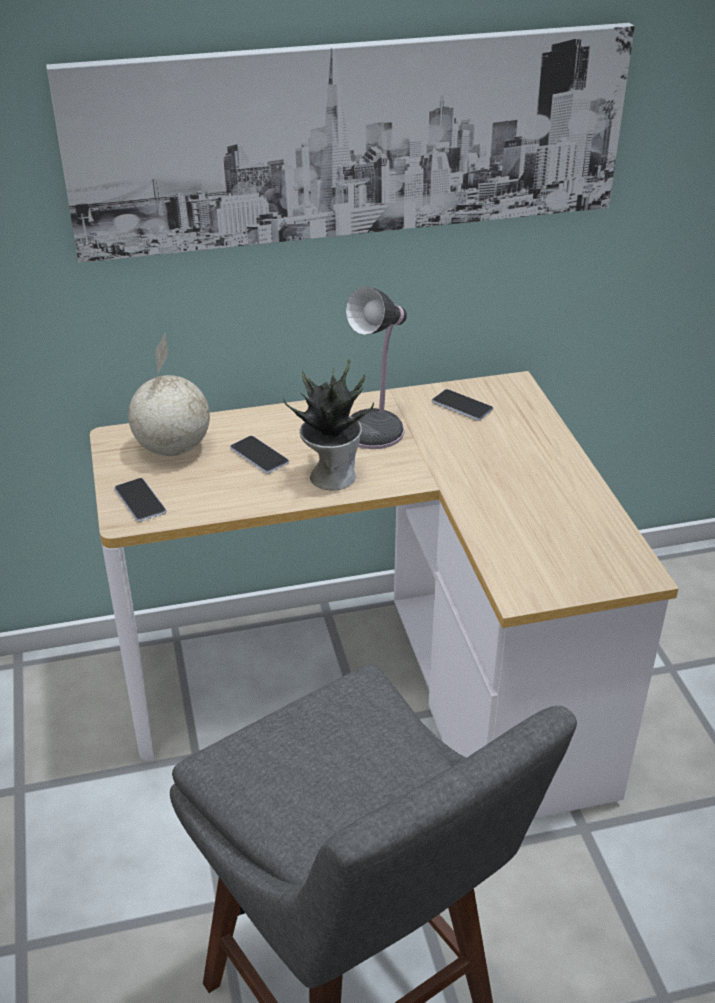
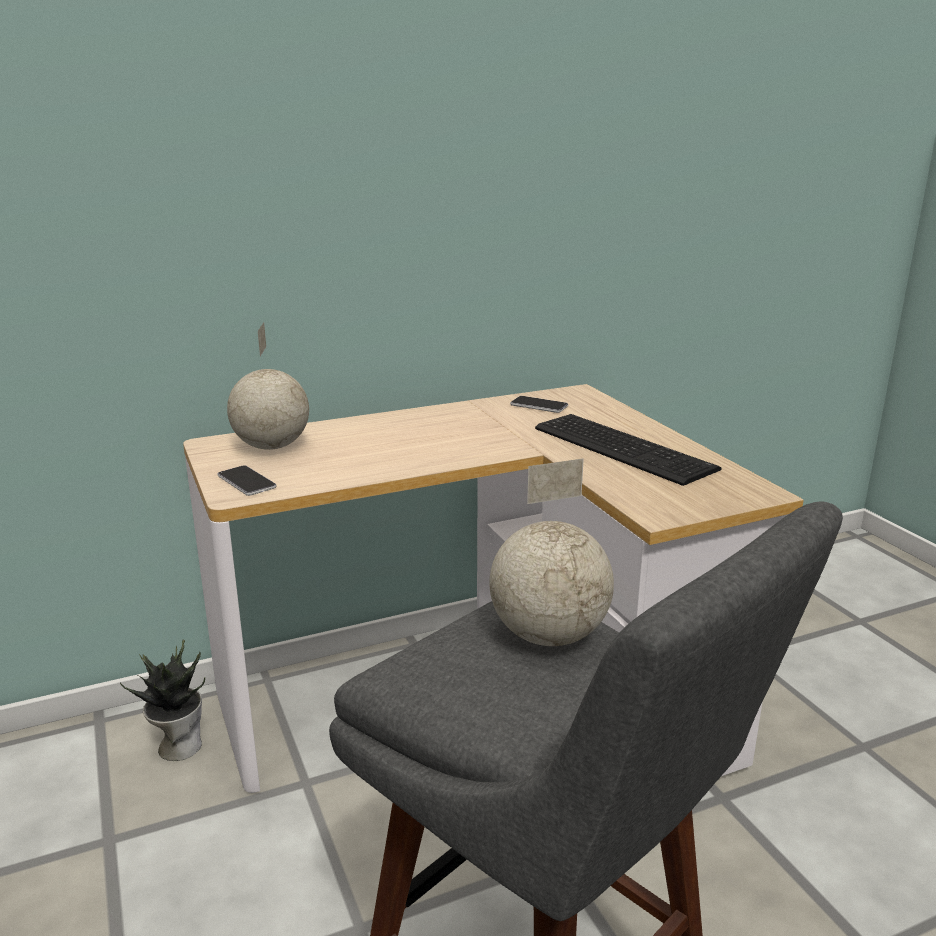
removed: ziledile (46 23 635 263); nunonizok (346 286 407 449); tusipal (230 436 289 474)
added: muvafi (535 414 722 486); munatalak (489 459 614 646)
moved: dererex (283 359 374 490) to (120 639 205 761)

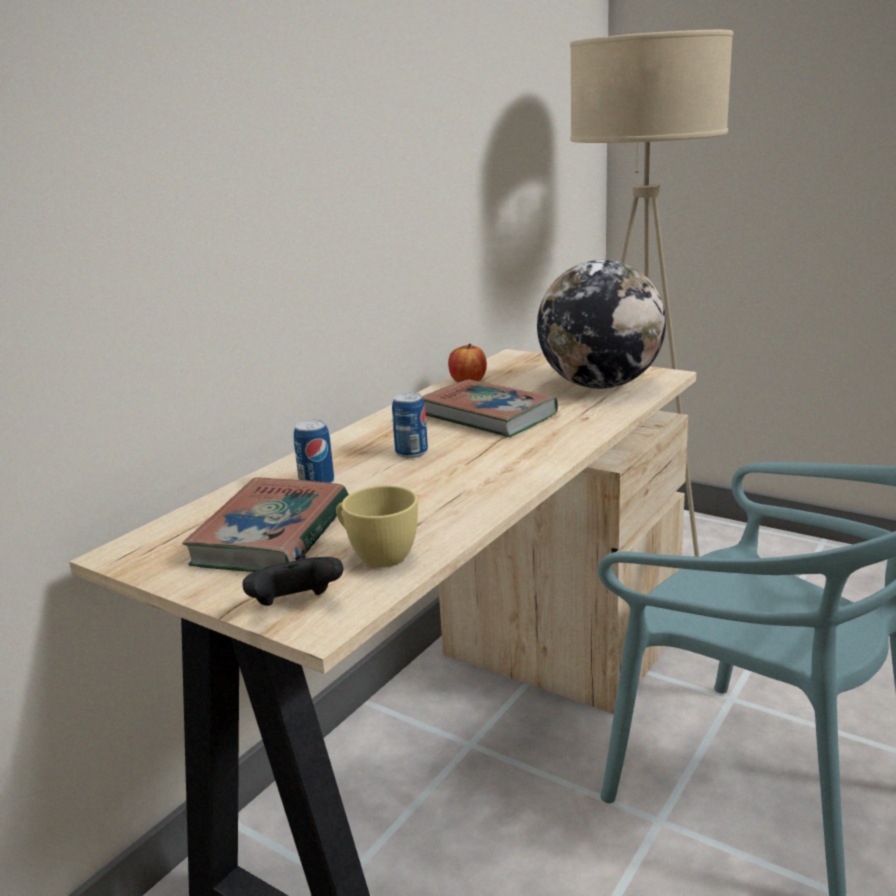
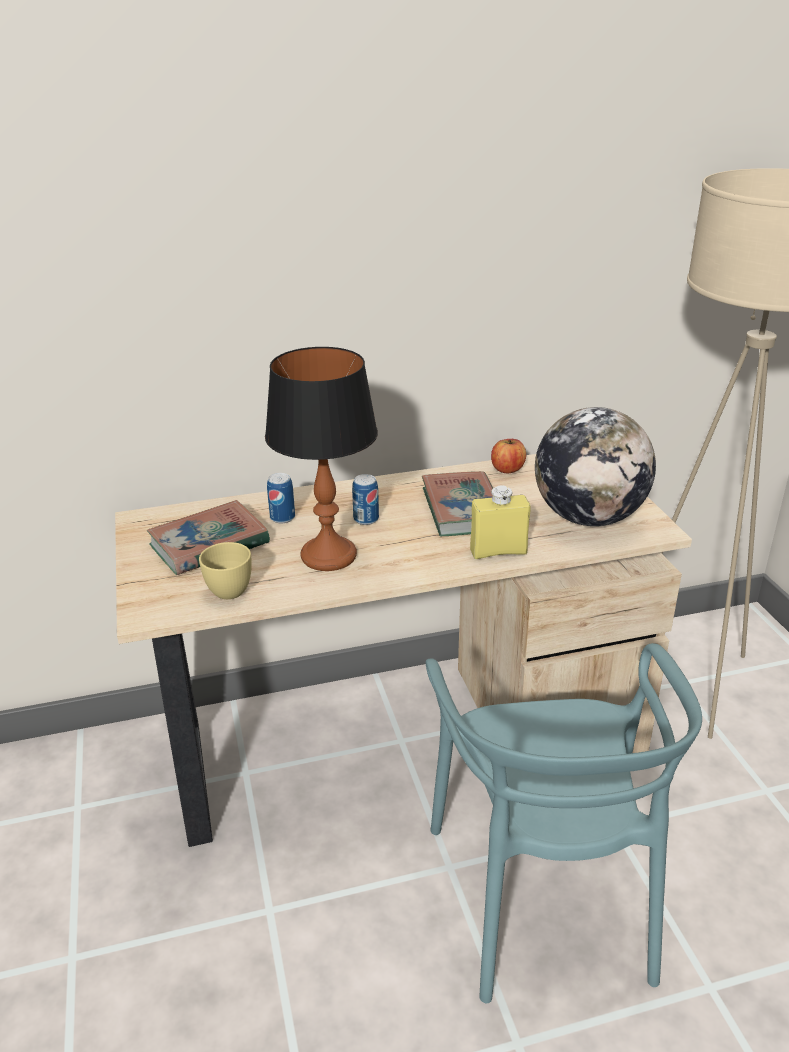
removed: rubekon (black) (242 554 343 606)
added: nunonizok (265 347 378 571); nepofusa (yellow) (470 485 531 559)

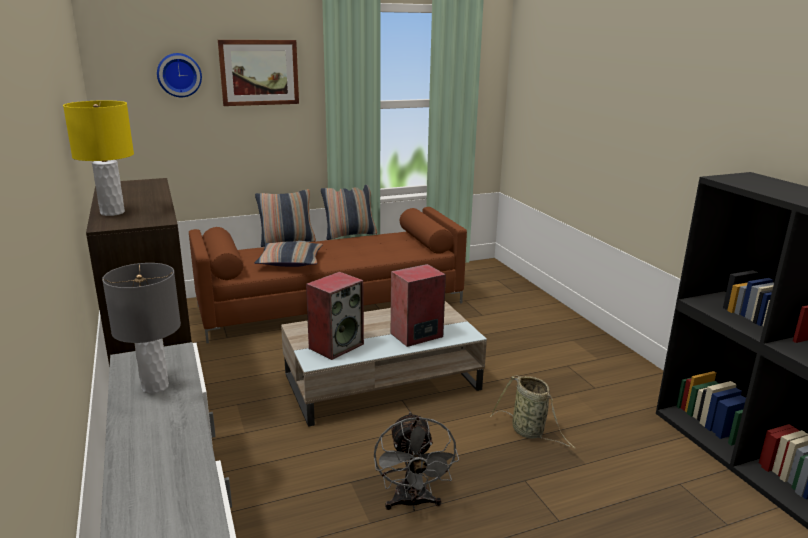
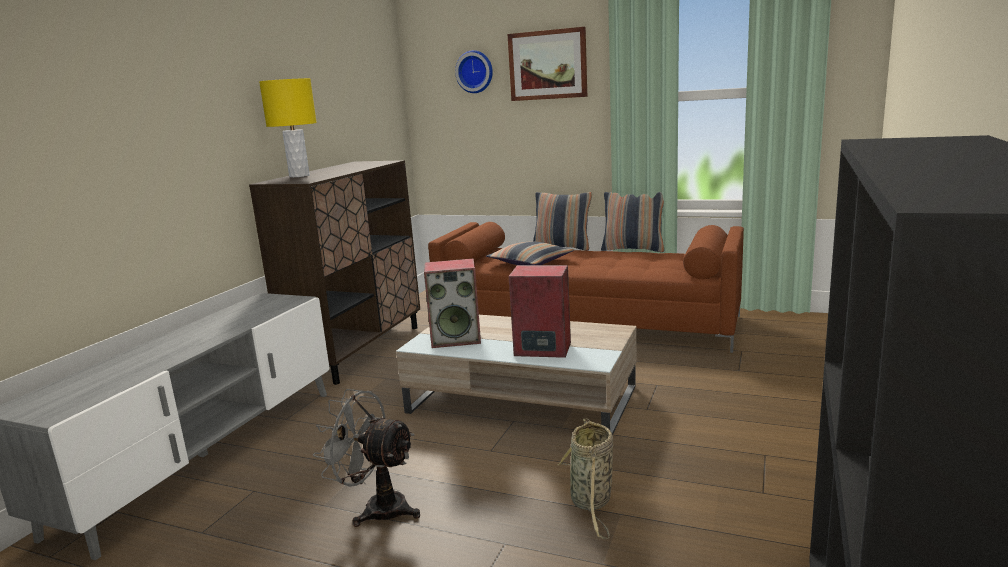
removed: nunonizok (grey) (102 263 181 394)
turned: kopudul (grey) (374 412 459 511) = (313 389 420 527) 75 degrees clockwise

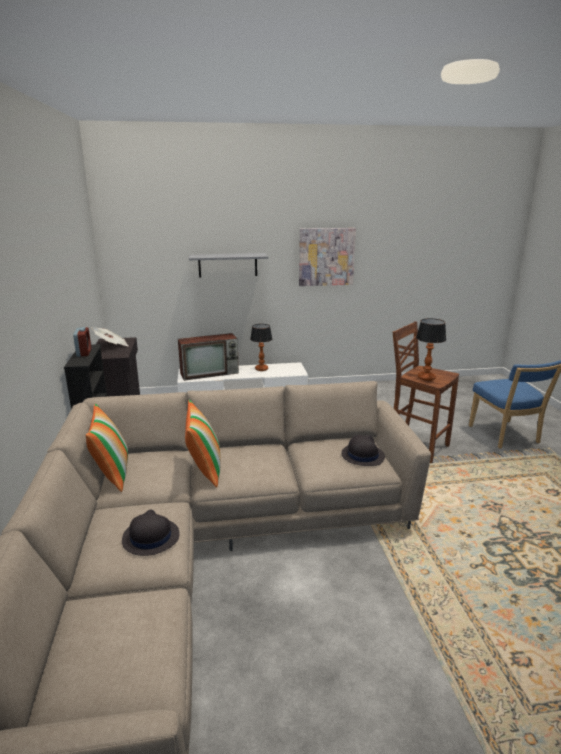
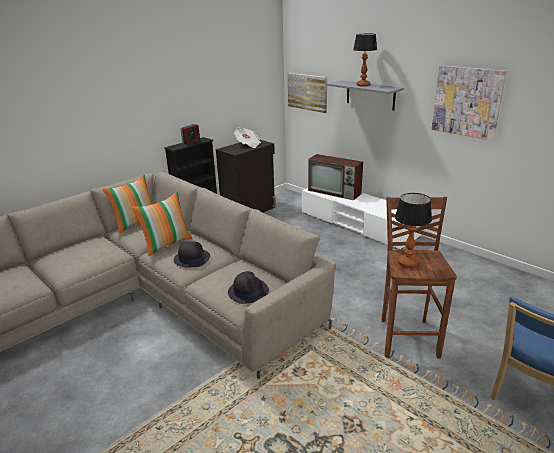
added: ziledile (288 73 327 113)
moved: nunonizok (250 324 272 371) to (353 34 377 86); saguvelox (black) (122 510 179 556) to (174 241 210 267)

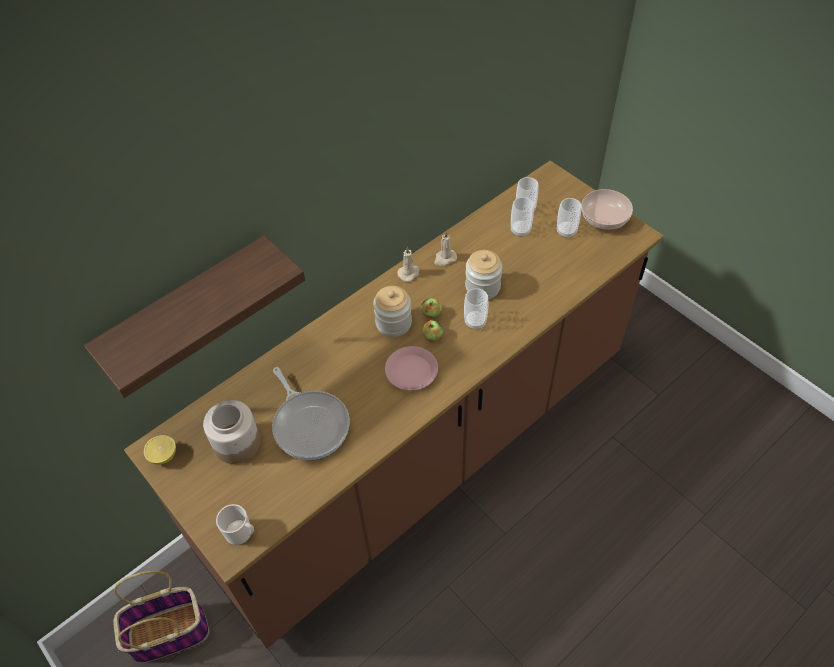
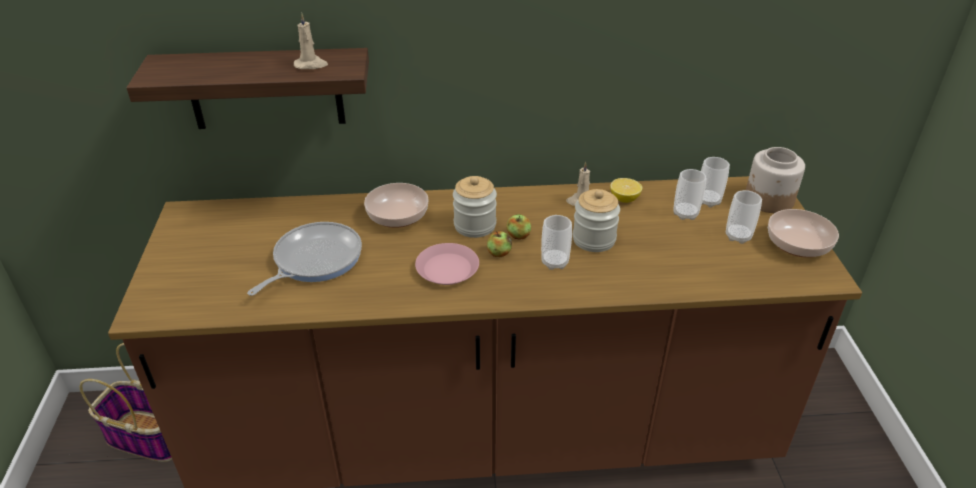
removed: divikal (216 504 254 545)
added: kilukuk (364 183 429 228)
moved: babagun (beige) (398 247 420 282) to (294 13 328 69); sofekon (203 400 261 464) to (746 147 805 213); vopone (144 435 176 465) to (610 178 642 203)
turned: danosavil (272 367 350 460) = (247 222 362 296) 150 degrees counterclockwise

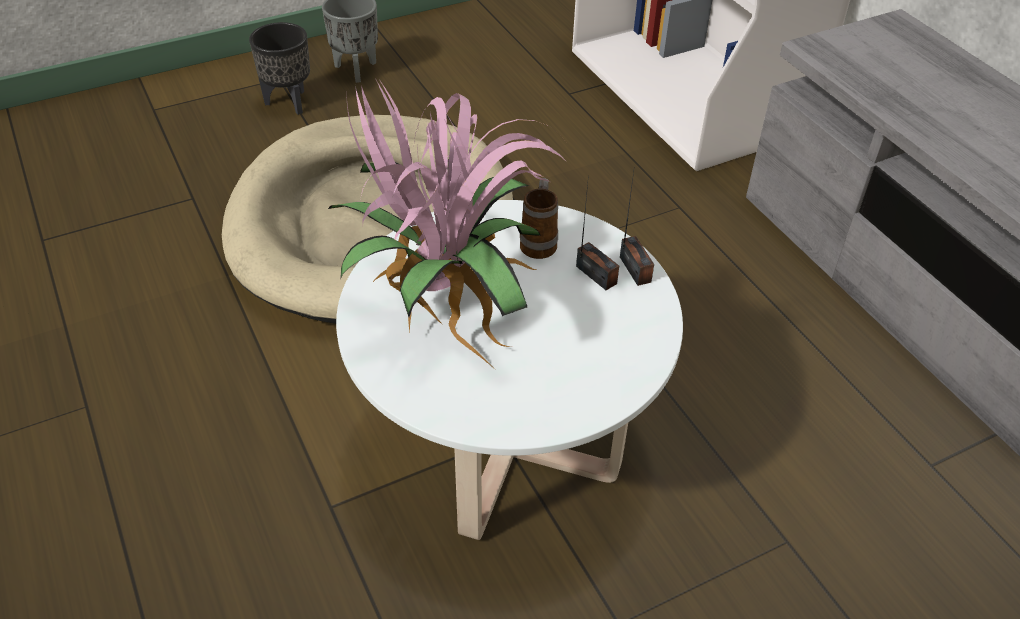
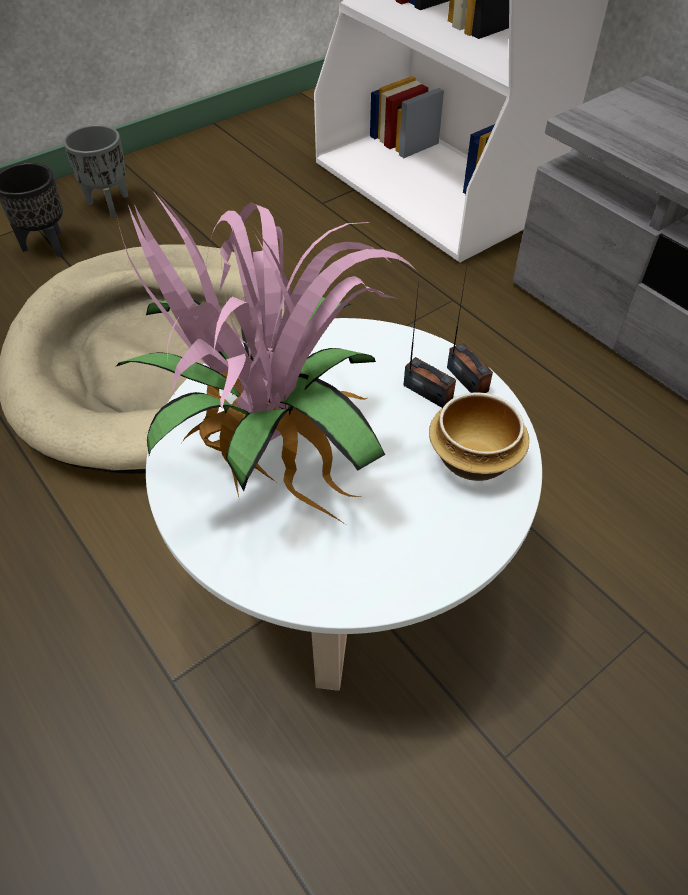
removed: divikal (520 177 558 259)
added: kilukuk (429 392 529 481)

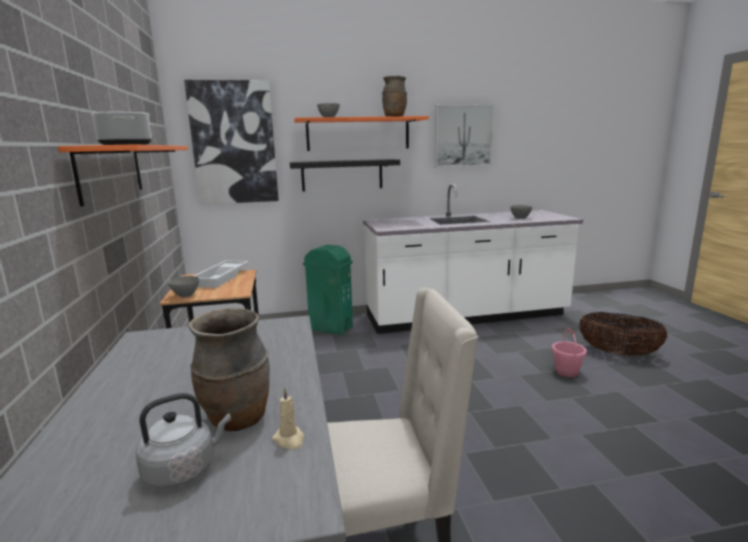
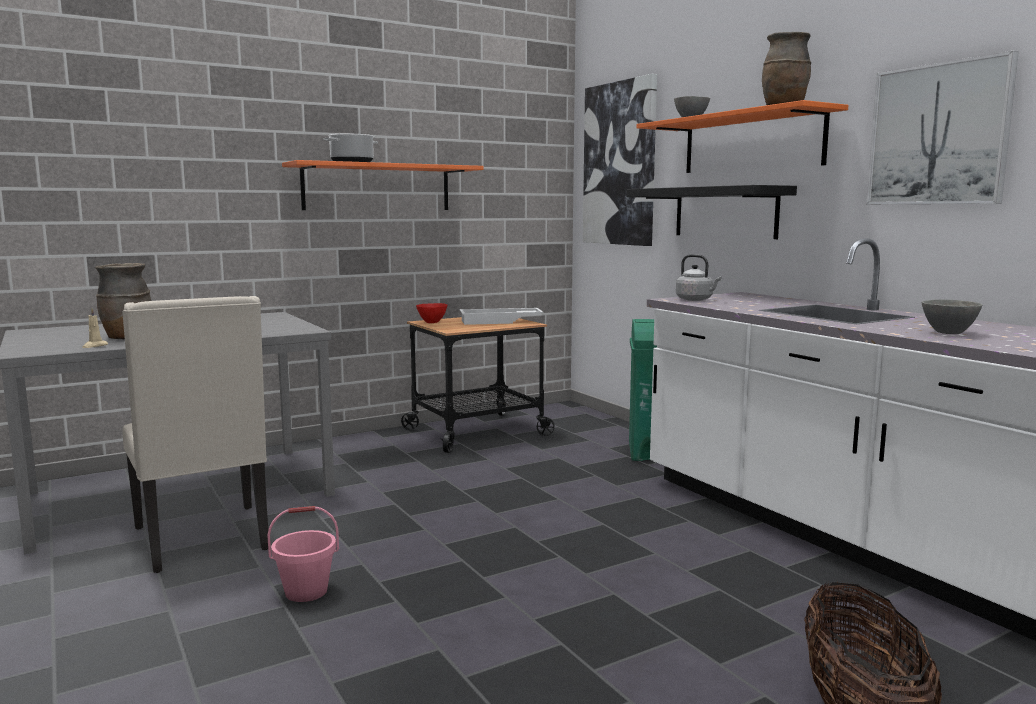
moved: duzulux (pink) (552 328 587 378) to (267 506 339 602); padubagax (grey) (136 393 231 488) to (676 254 722 301)
recoloured: kilukuk (grey) (168 276 199 297) to kilukuk (red) (416 303 447 323)

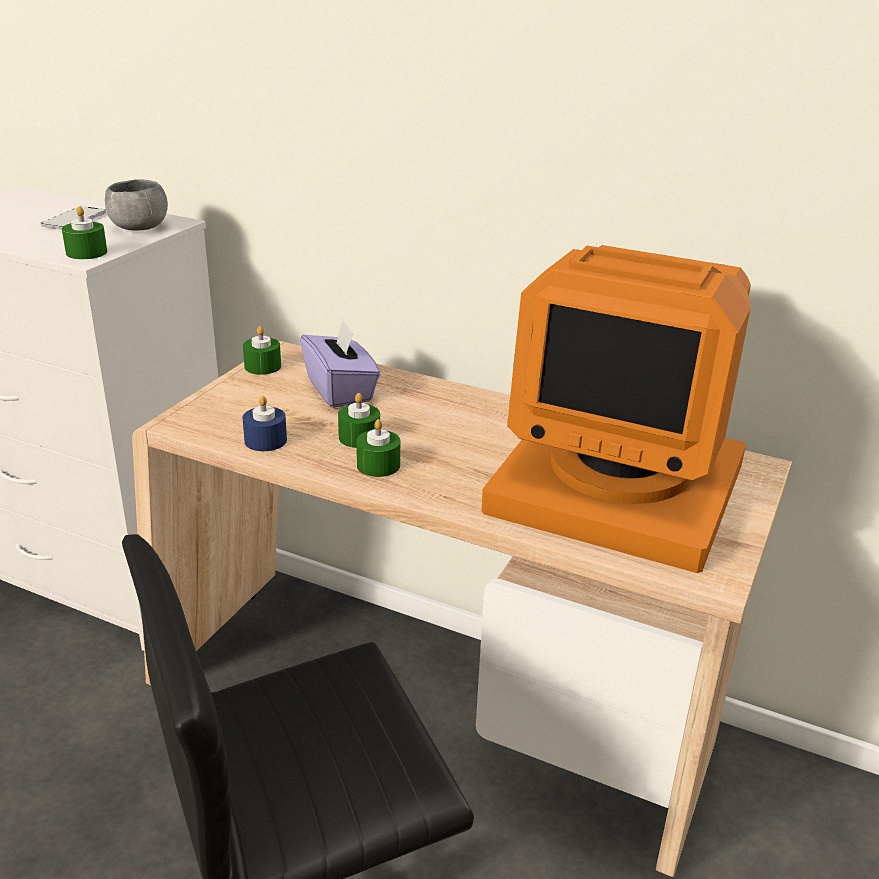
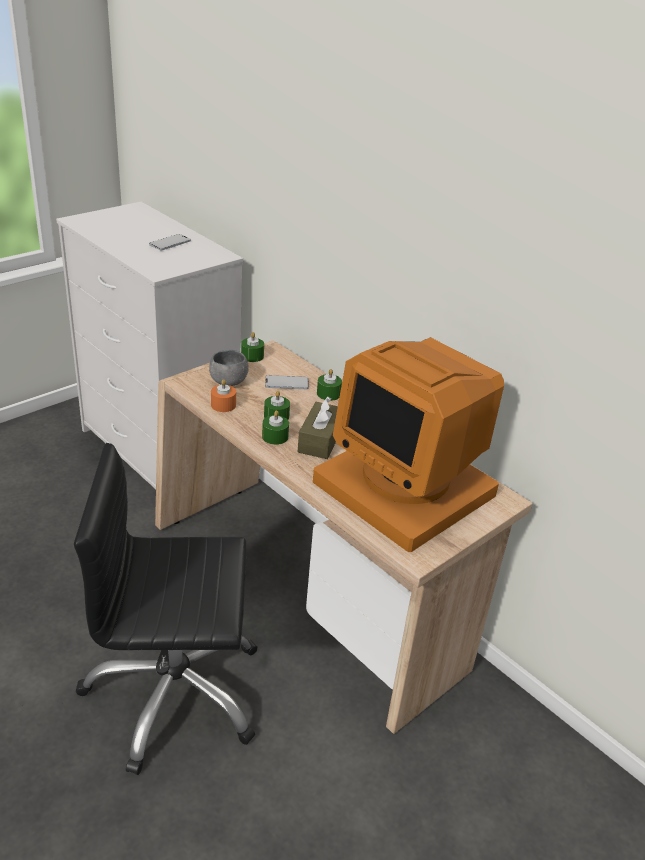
added: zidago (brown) (298 397 338 459)
moved: kilukuk (grey) (105 180 168 230) to (209 350 249 386); babagun (green) (62 206 107 259) to (317 369 342 401)
replaced: zidago (purple) (300 319 380 408) to tusipal (265 375 309 389)
recoloured: babagun (blue) (243 396 287 451) to babagun (orange) (211 379 236 412)

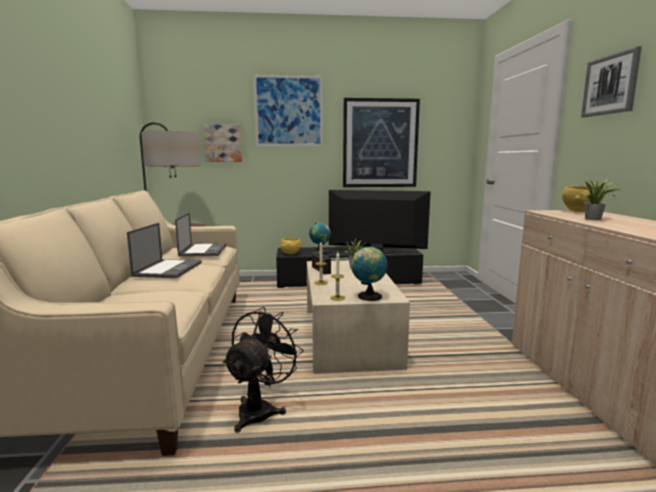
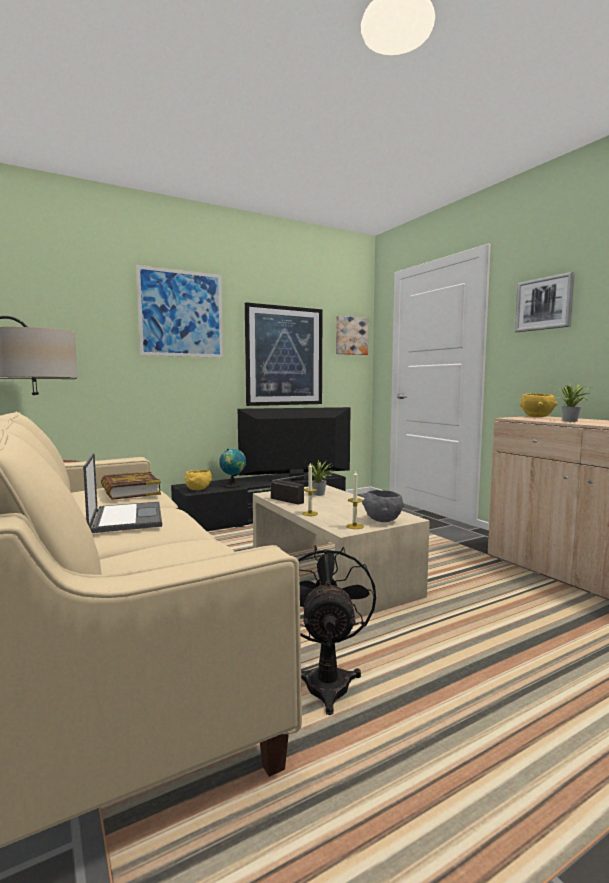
moved: ziledile (203 124 242 162) to (336 316 369 355)
replaced: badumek (175 213 227 257) to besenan (101 471 161 500); munatalak (351 246 388 301) to kilukuk (grey) (362 490 404 522)

